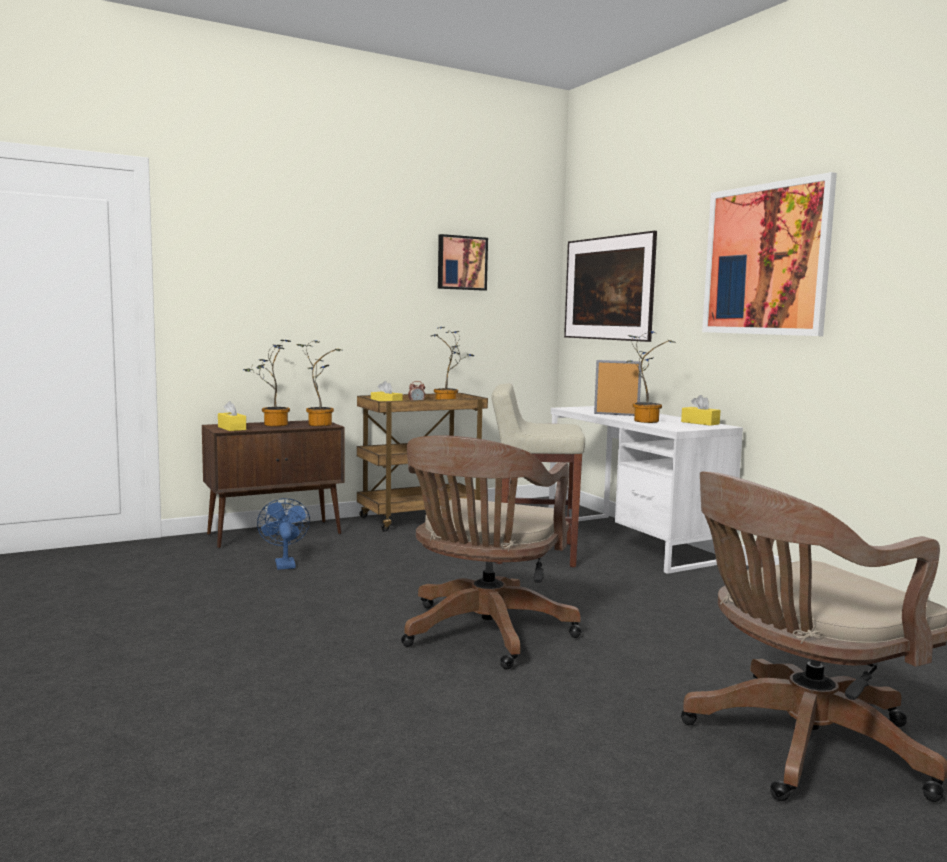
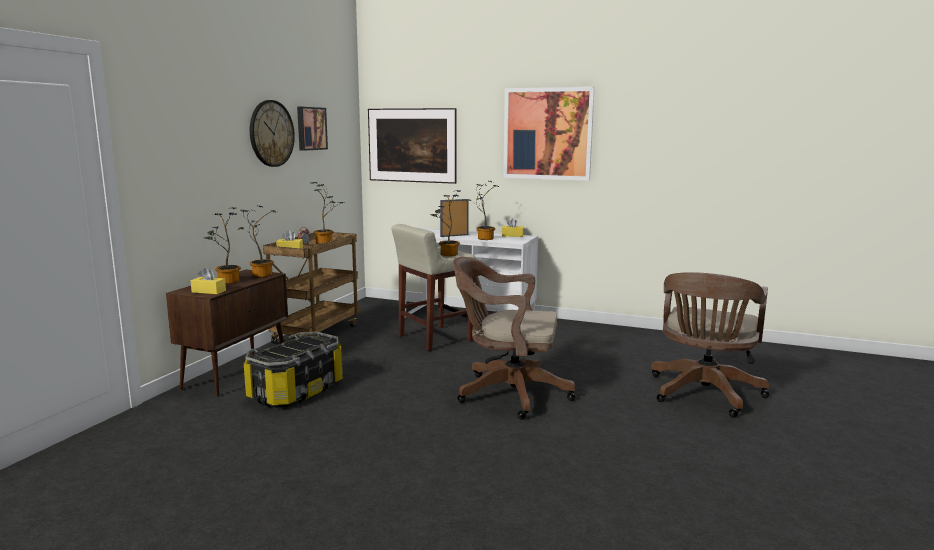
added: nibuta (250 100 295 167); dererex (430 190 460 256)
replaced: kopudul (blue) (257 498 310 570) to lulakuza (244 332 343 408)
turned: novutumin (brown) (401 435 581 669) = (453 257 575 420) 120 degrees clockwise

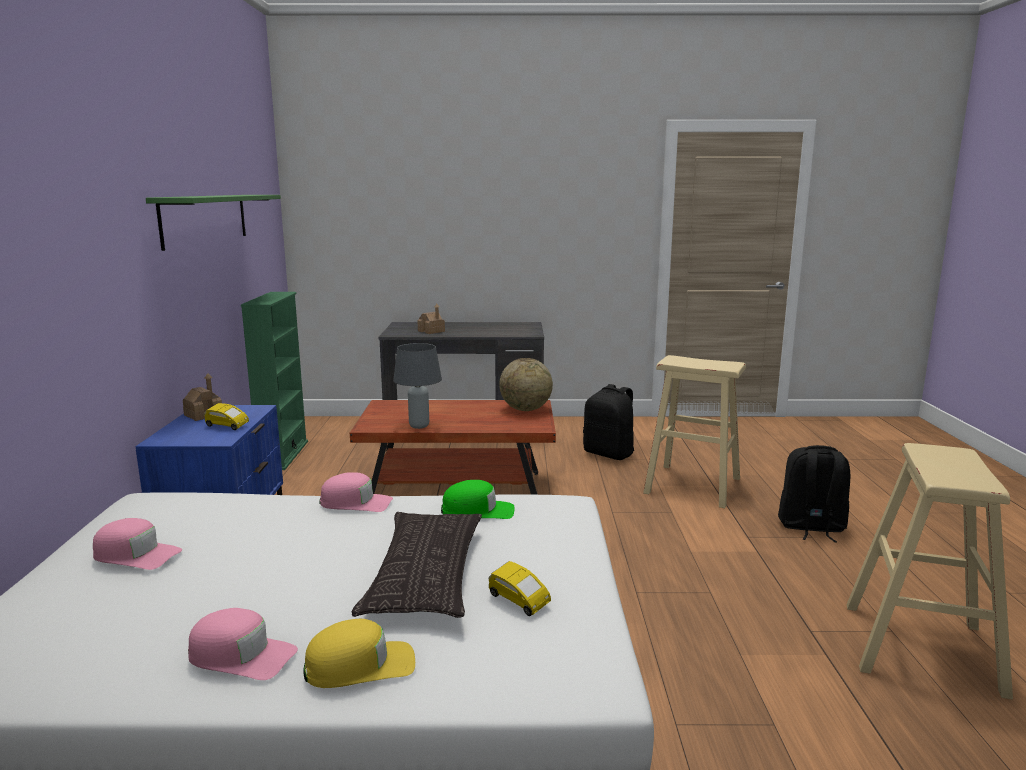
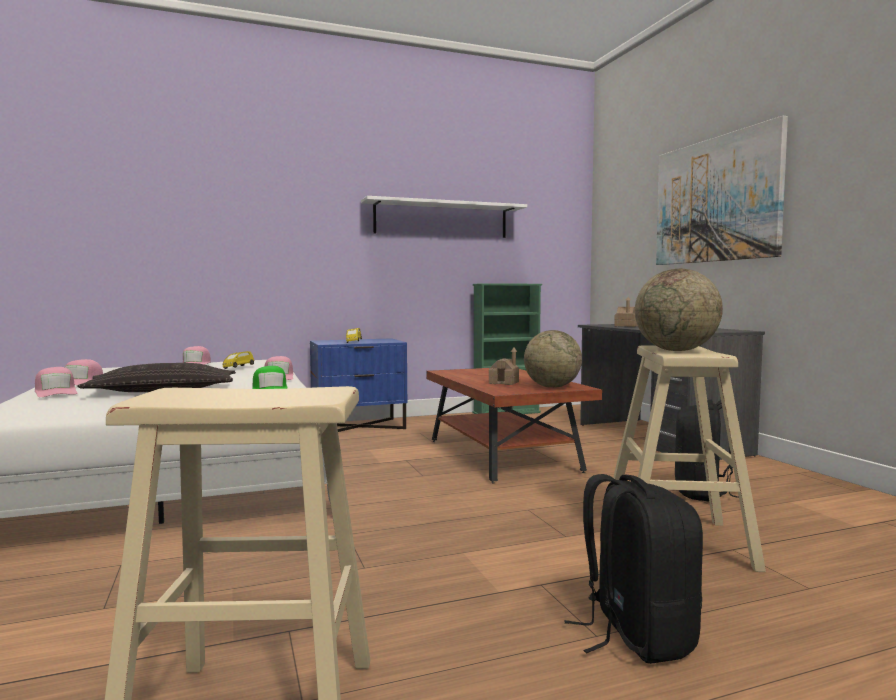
removed: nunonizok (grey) (393 343 442 429)
added: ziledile (656 116 788 265); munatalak (635 269 723 351)
moved: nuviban (183 373 222 421) to (489 348 519 385); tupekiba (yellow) (489 561 551 616) to (223 351 254 369)
recoloured: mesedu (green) (146 195 281 251) to mesedu (white) (361 196 527 238); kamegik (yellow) (304 619 415 688) to kamegik (pink) (35 367 78 397)

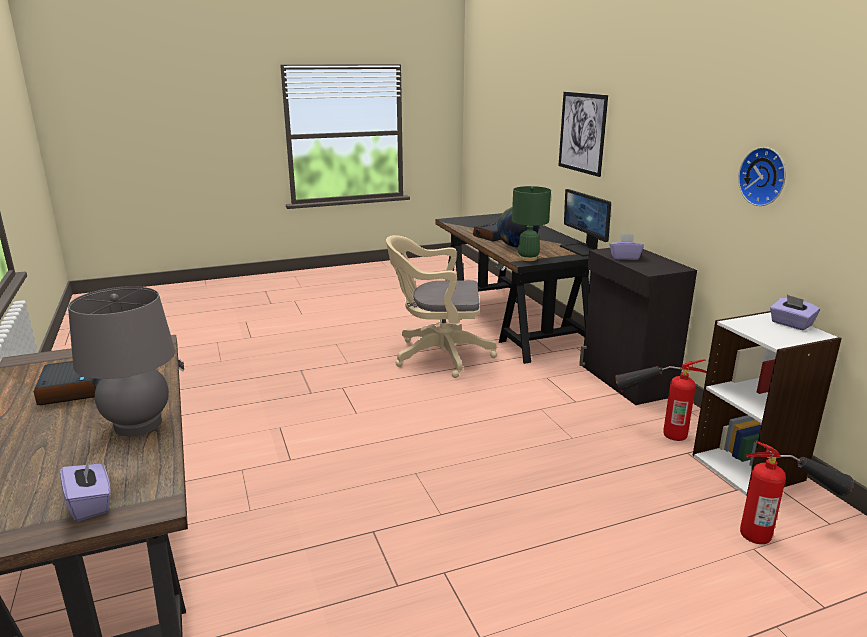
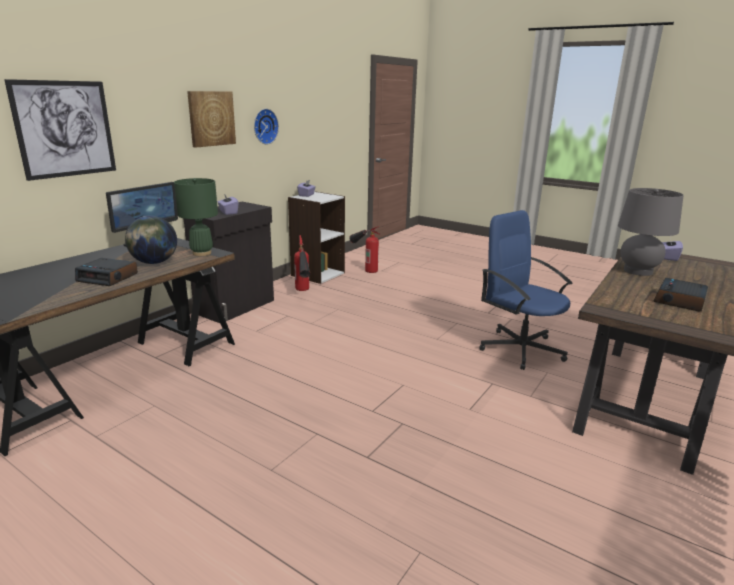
removed: novutumin (beige) (386 235 497 378)
added: ziledile (187 91 236 148); novutumin (blue) (480 210 572 370)

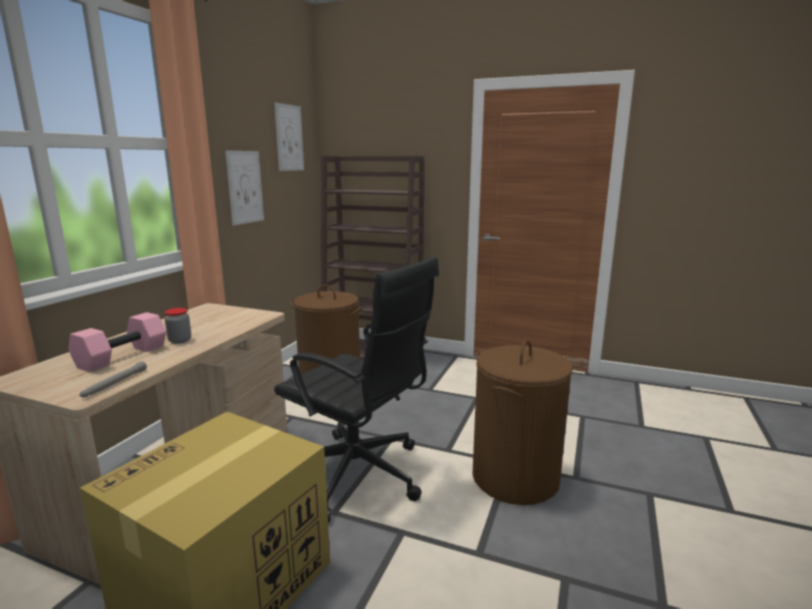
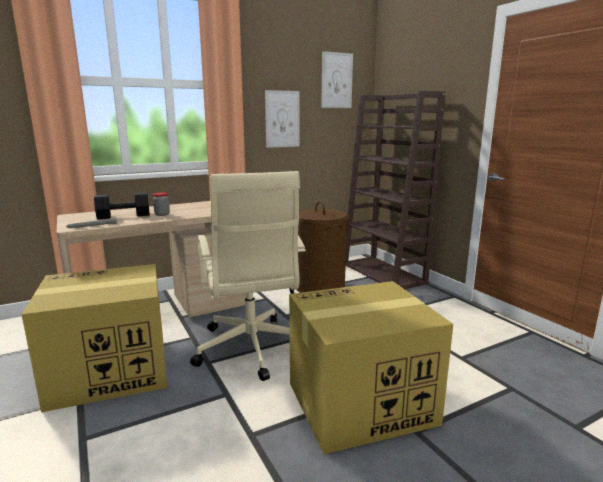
replaced: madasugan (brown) (472 340 573 505) to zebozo (289 281 453 454)
recoloured: novutumin (black) (274 256 439 523) to novutumin (beige) (190 171 306 381); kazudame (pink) (68 312 166 372) to kazudame (black) (94 192 150 220)

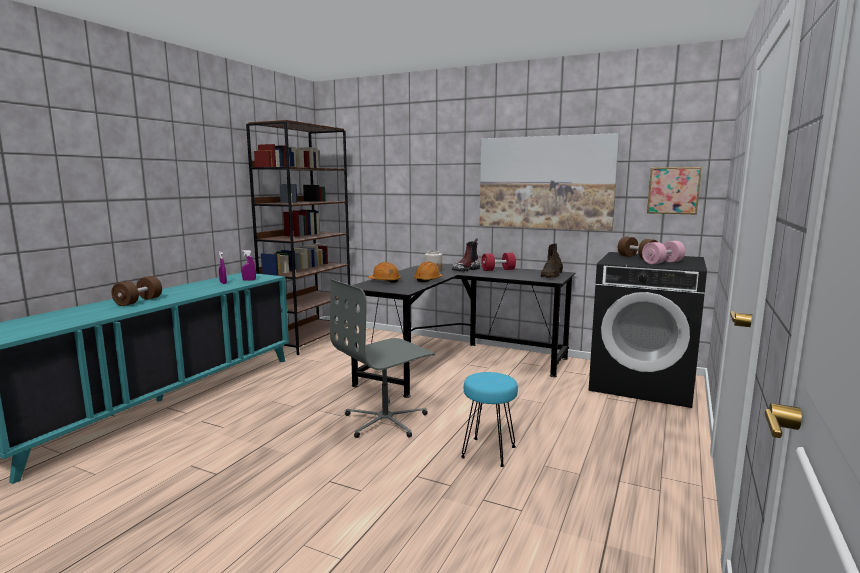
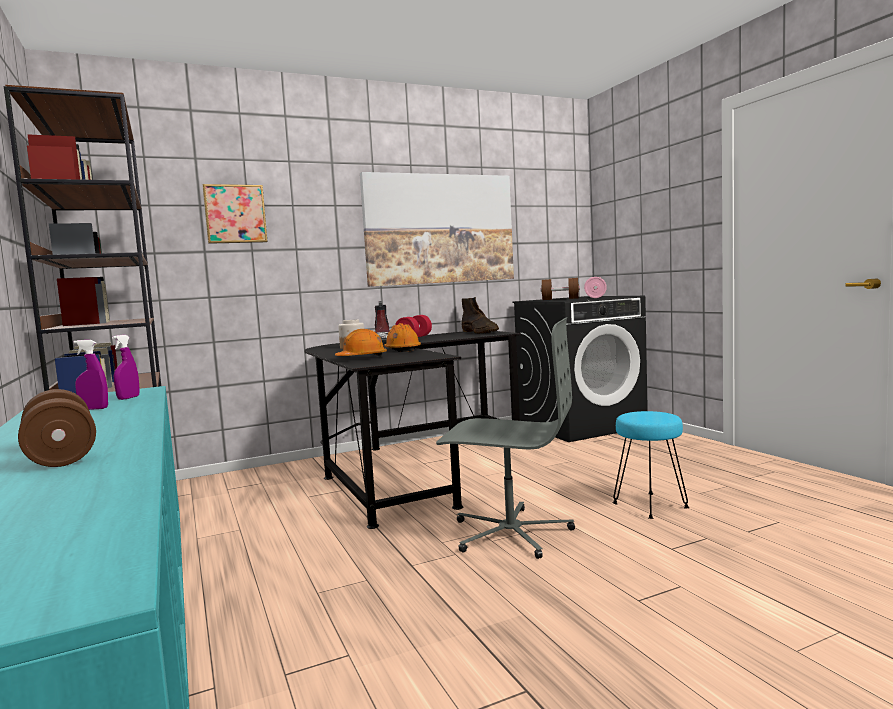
moved: ziledile (647 167 702 215) to (202 184 268 244)
turned: novutumin (grey) (330 279 435 438) = (436 318 575 559) 75 degrees counterclockwise

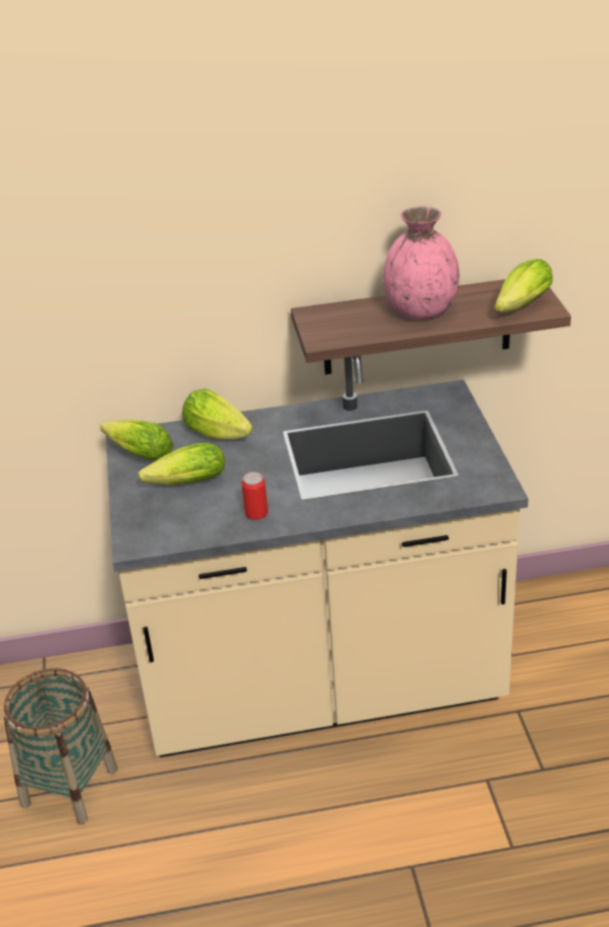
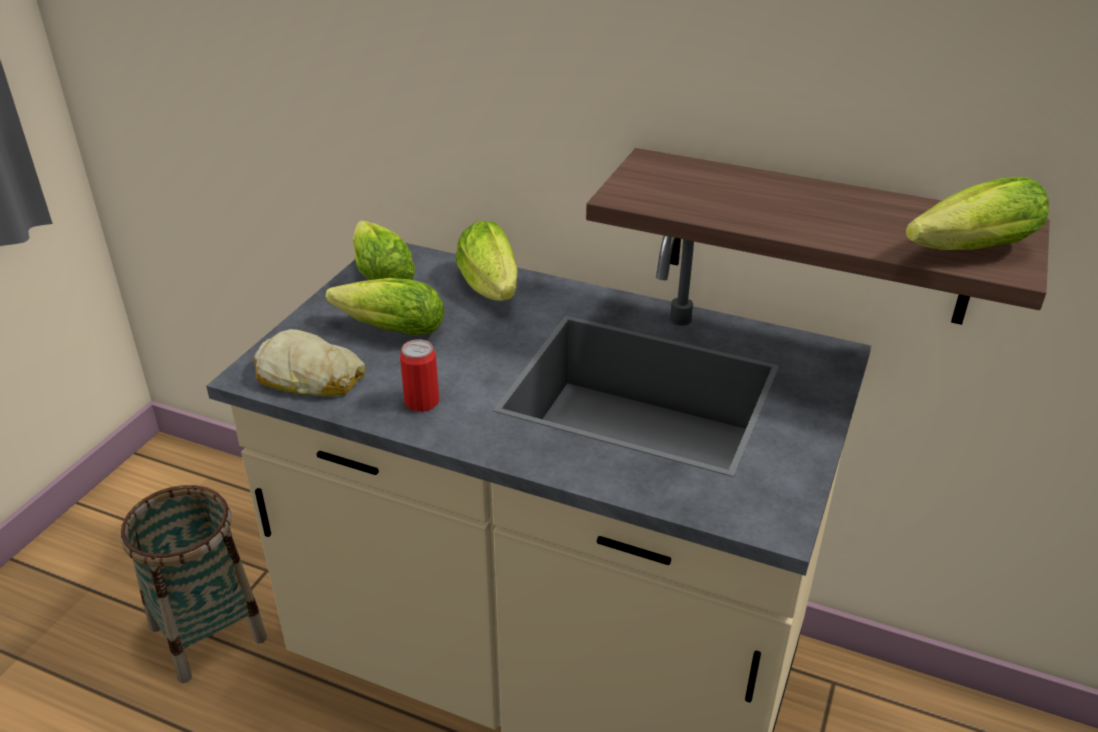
removed: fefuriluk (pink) (383 206 459 320)
added: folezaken (254 329 365 396)

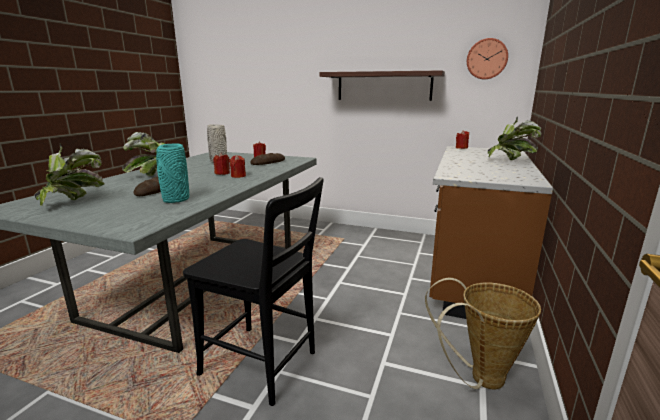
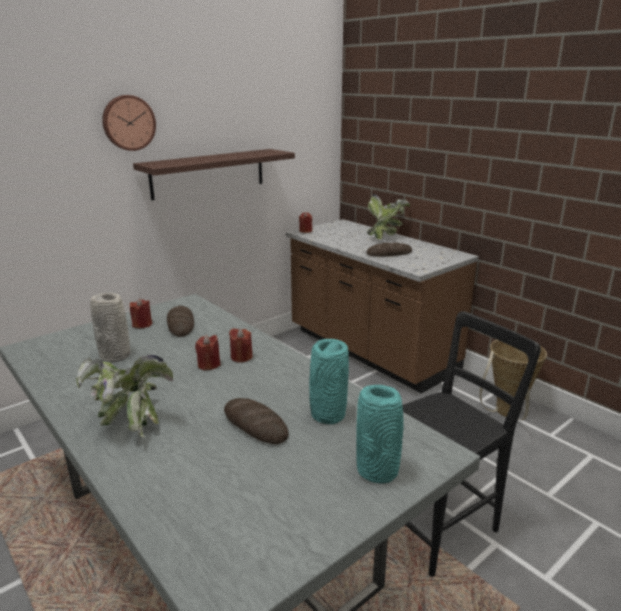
removed: dererex (34 144 104 205)
added: folezaken (367 243 412 257); fefuriluk (turquoise) (356 385 404 484)
moved: nibuta (467 38 508 79) to (102 95 156 151)

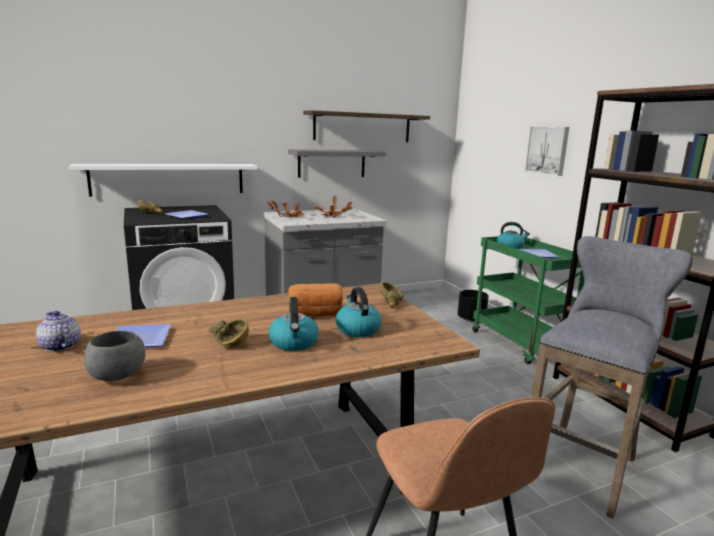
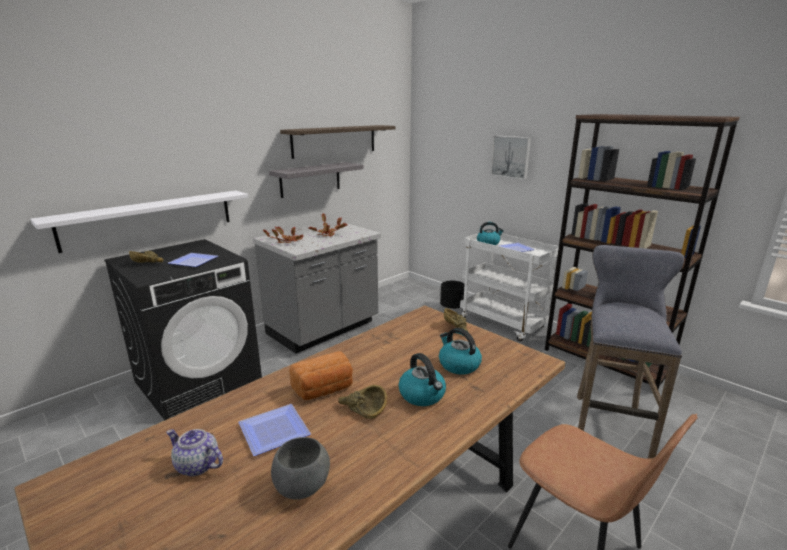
moved: folezaken (288 284 343 317) to (289 351 353 400)
recoloured: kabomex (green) (472 236 584 364) to kabomex (white) (460 233 559 342)

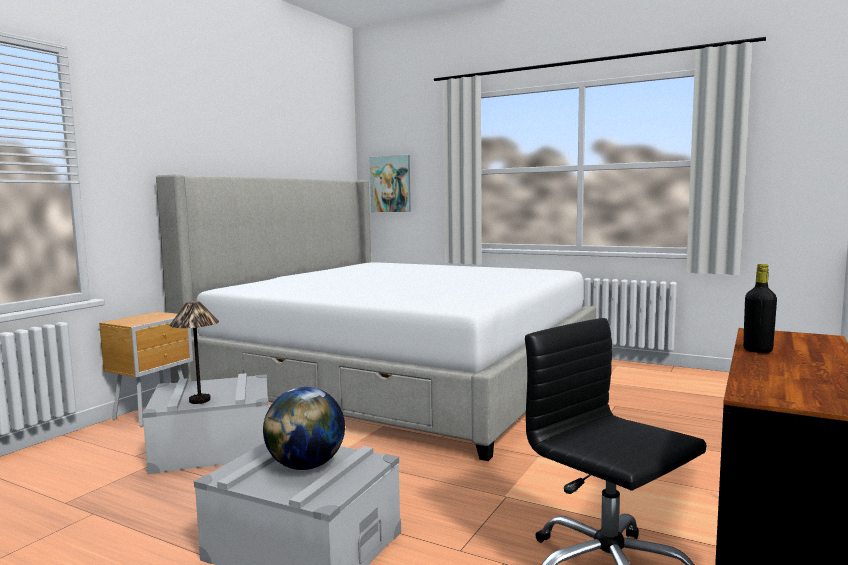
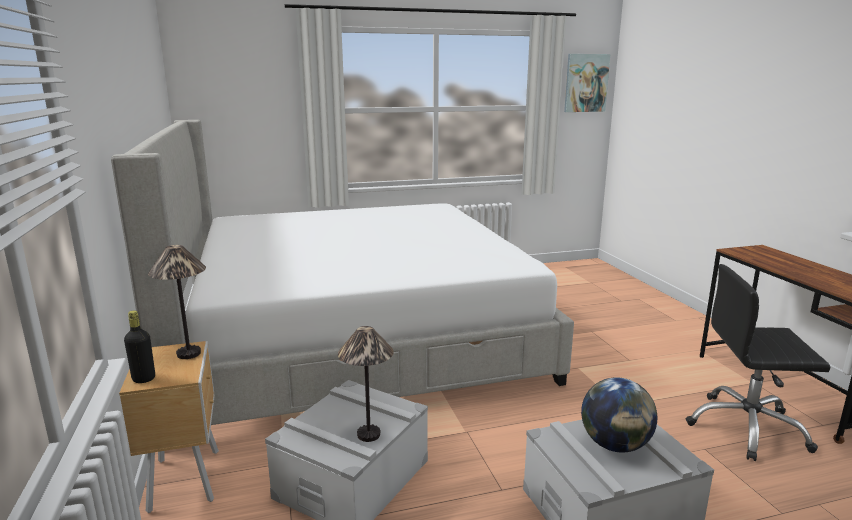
added: nunonizok (148 245 206 359)
moved: ziledile (370 155 411 212) to (564 54 610 112); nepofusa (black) (743 264 777 353) to (124 310 155 383)

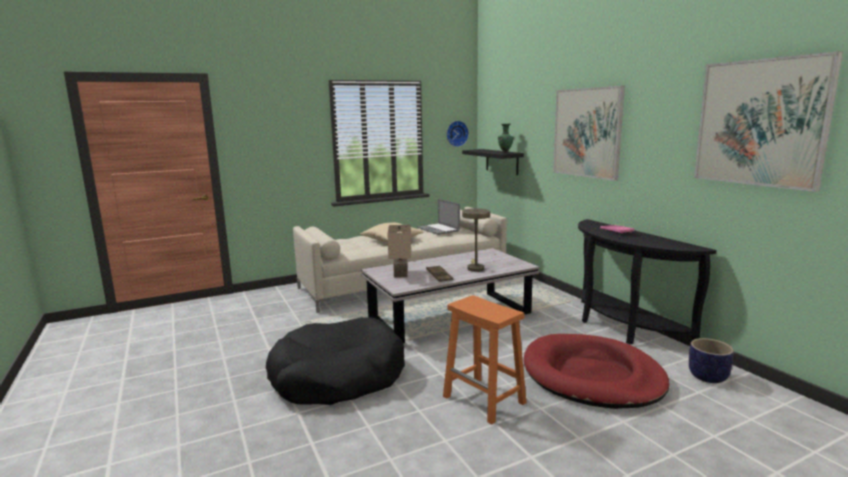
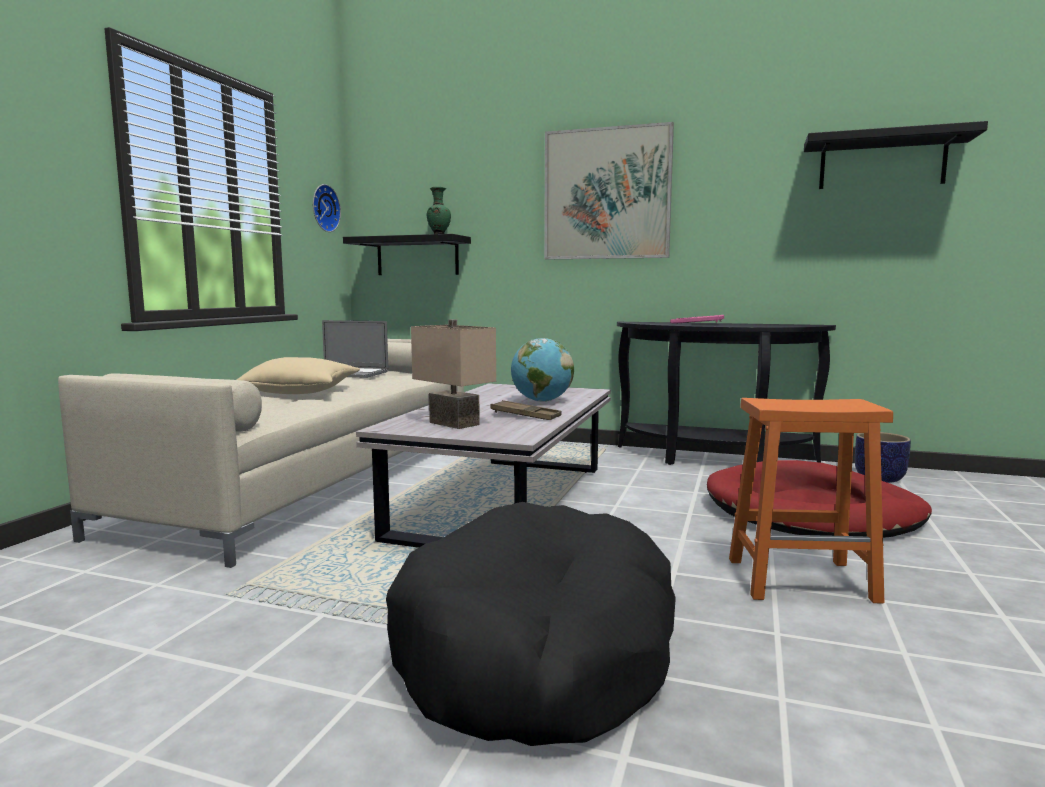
replaced: ziledile (694 51 843 192) to mesedu (black) (804 121 988 189); nunonizok (beige) (462 208 490 272) to munatalak (511 338 574 402)

